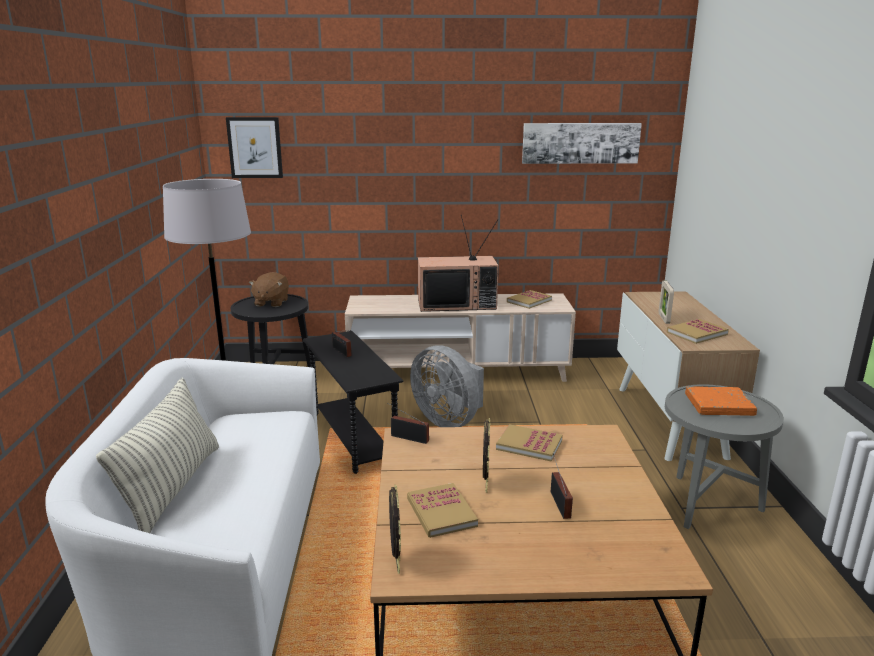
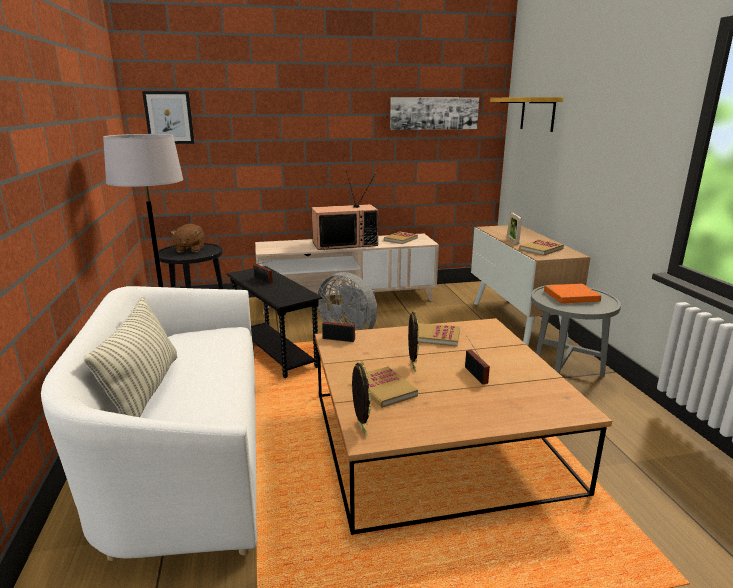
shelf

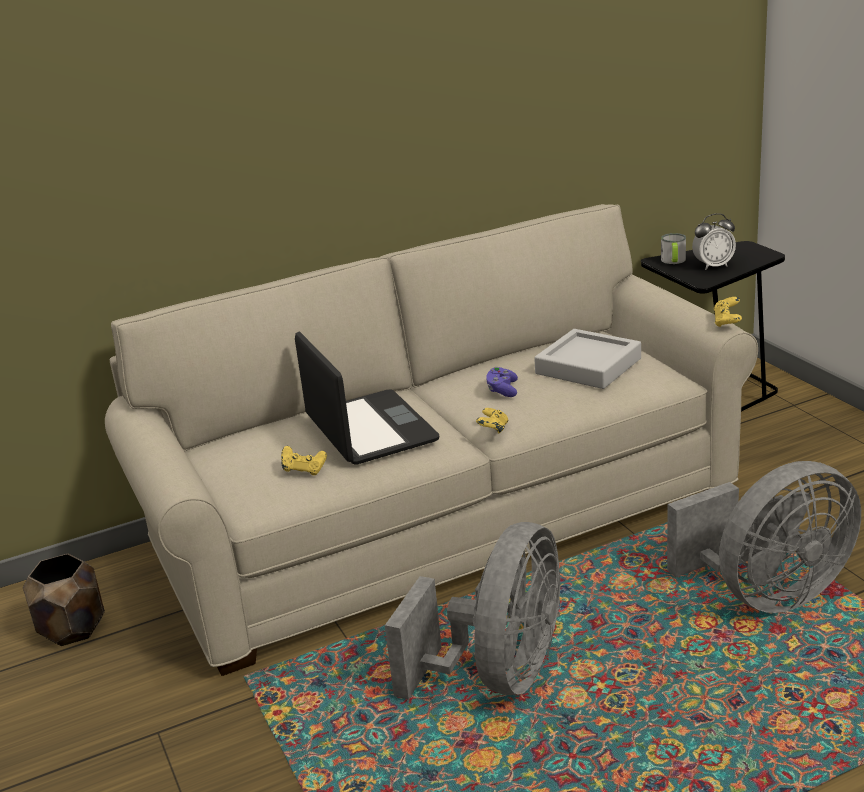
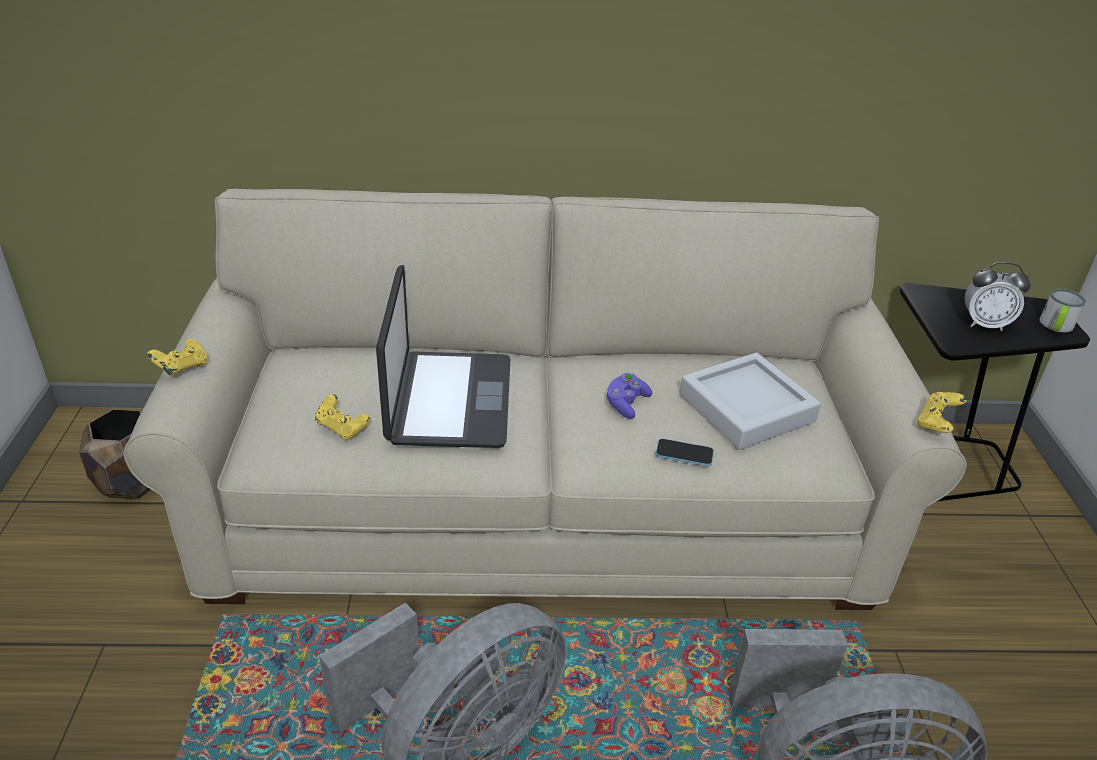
yellow game controller (no. 1 from left)
phone
mug

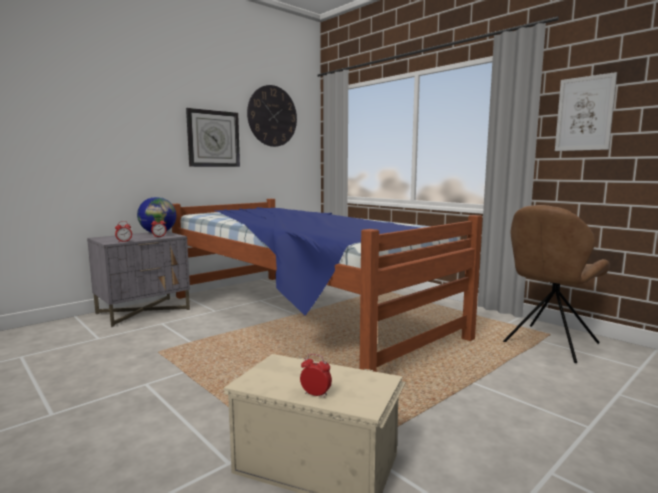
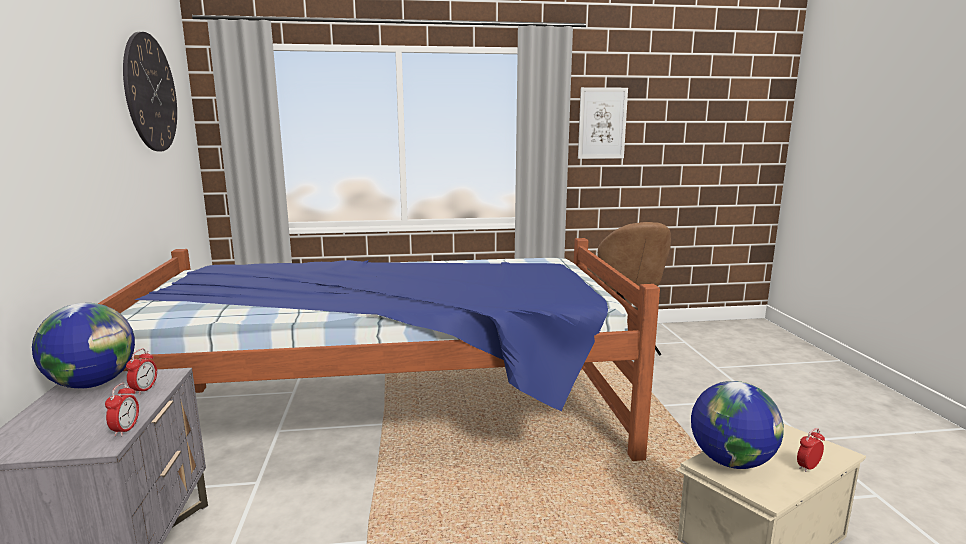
globe (no. 2 from left)
wall clock (no. 1 from left in the first image)

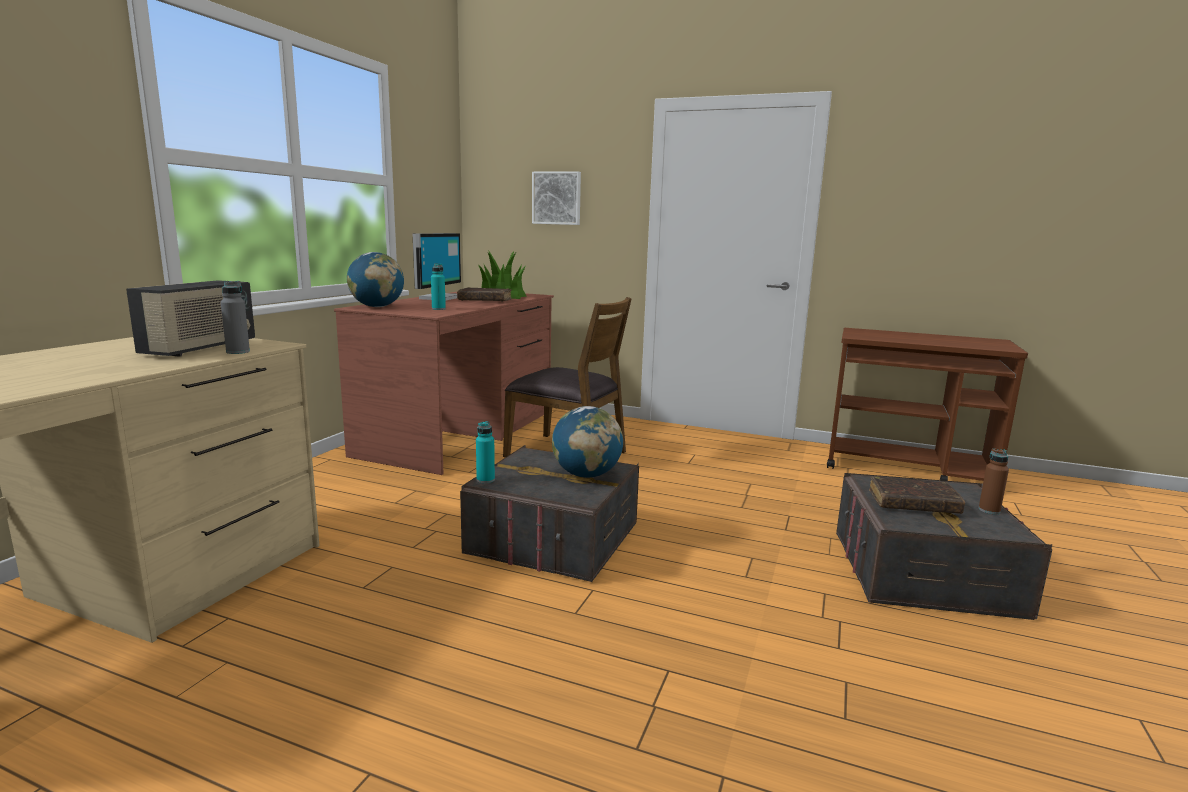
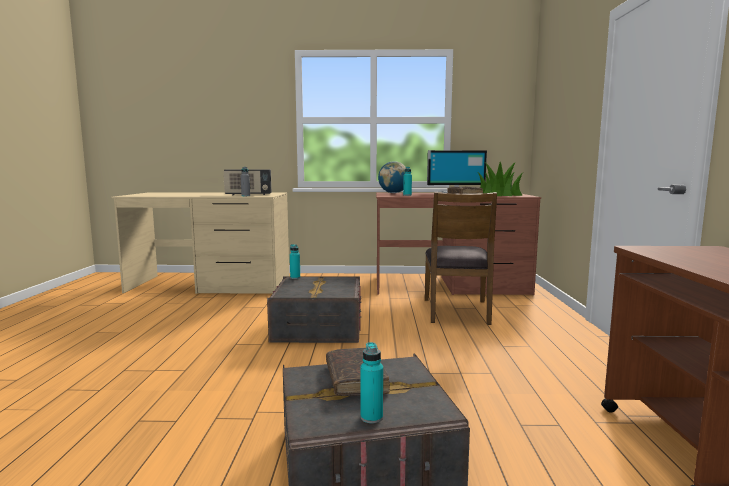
turquoise bottle (no. 2 from left)
picture
globe (no. 2 from left in the first image)

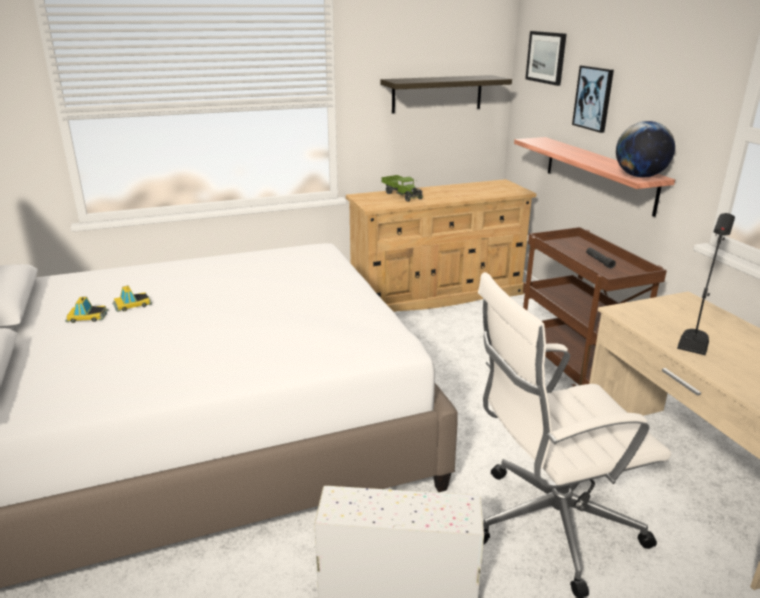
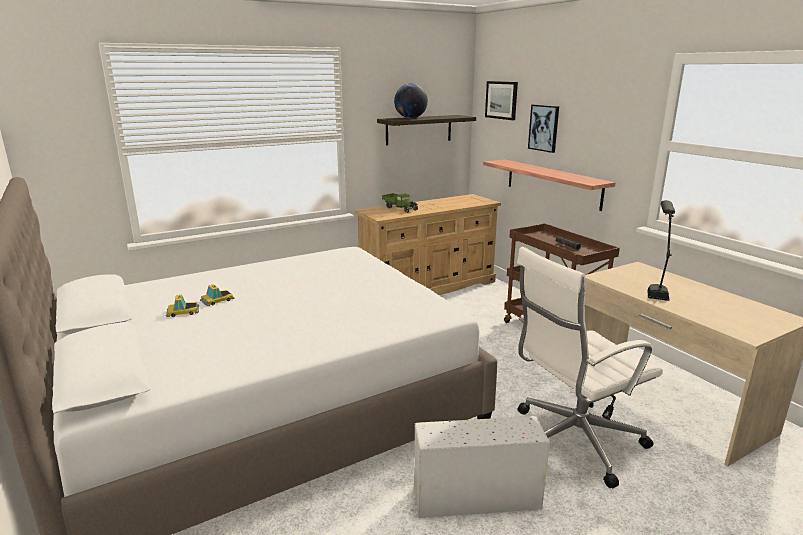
globe

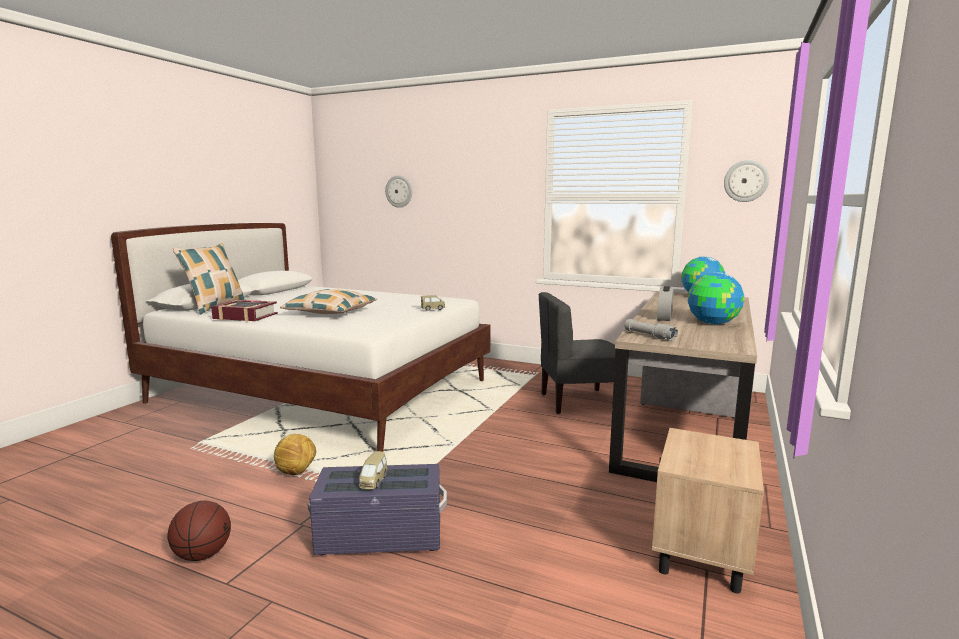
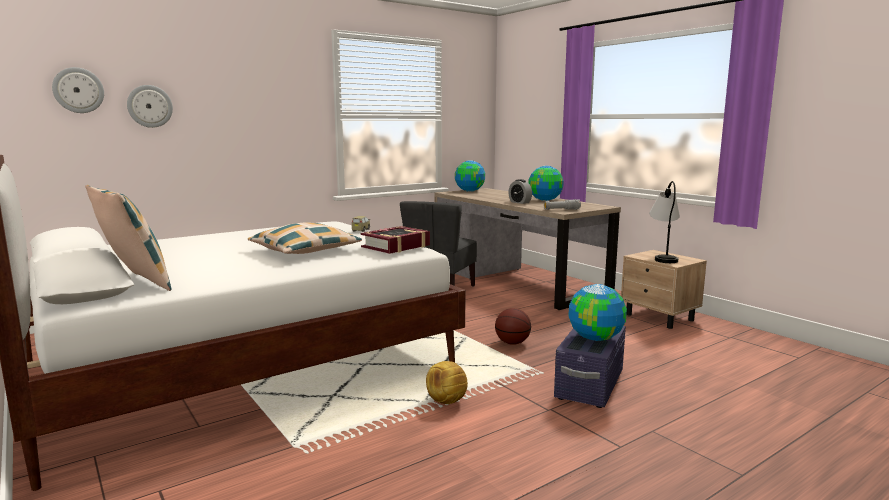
wall clock (no. 1 from left)
book
basketball
globe (no. 3 from left)
table lamp

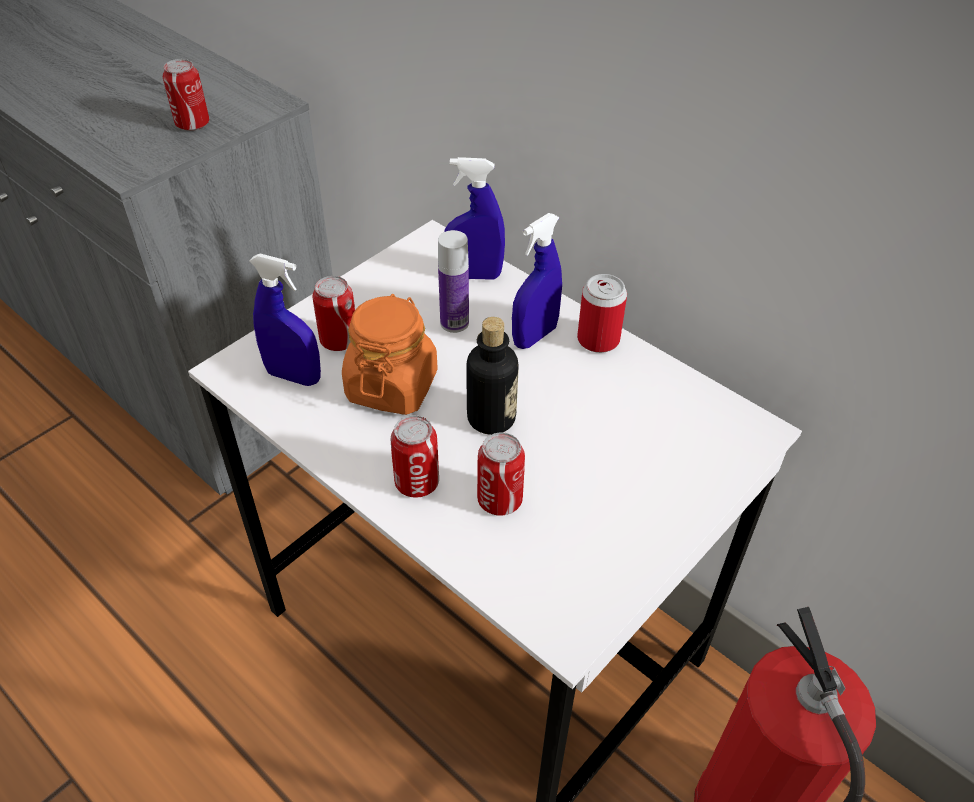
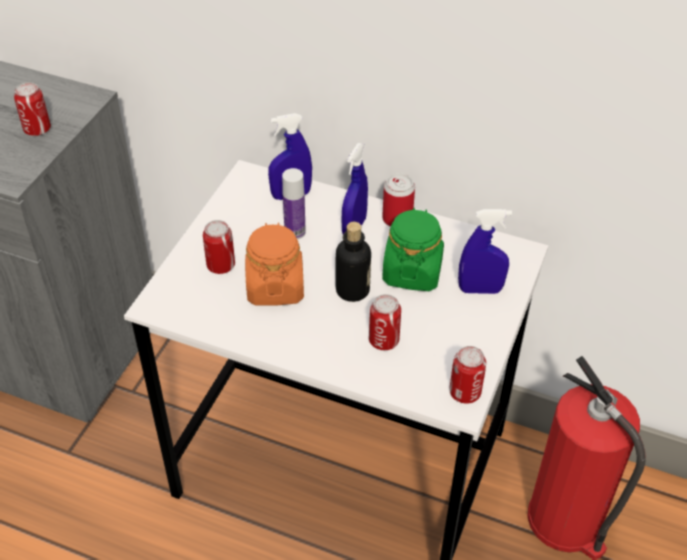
green jar
can (no. 5 from left)
blue spray bottle (no. 3 from left)

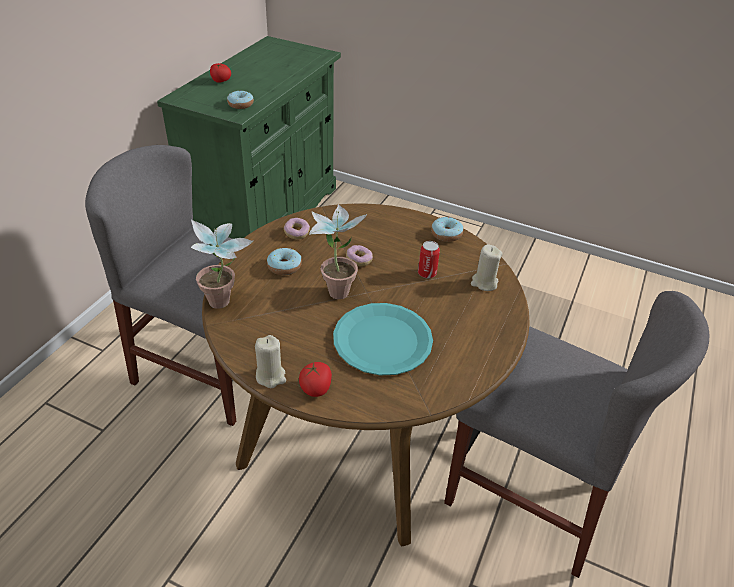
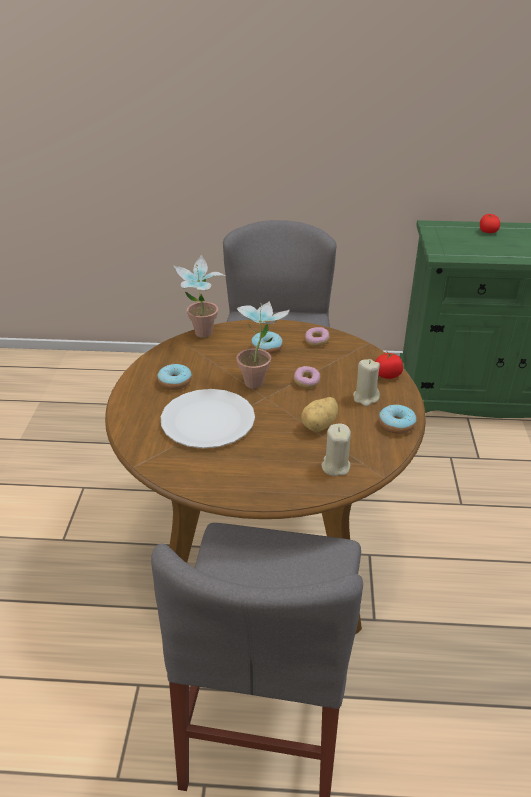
donut (no. 1 from left)
white plate
potato
beige candle (no. 2 from left)
tomato (no. 1 from left)

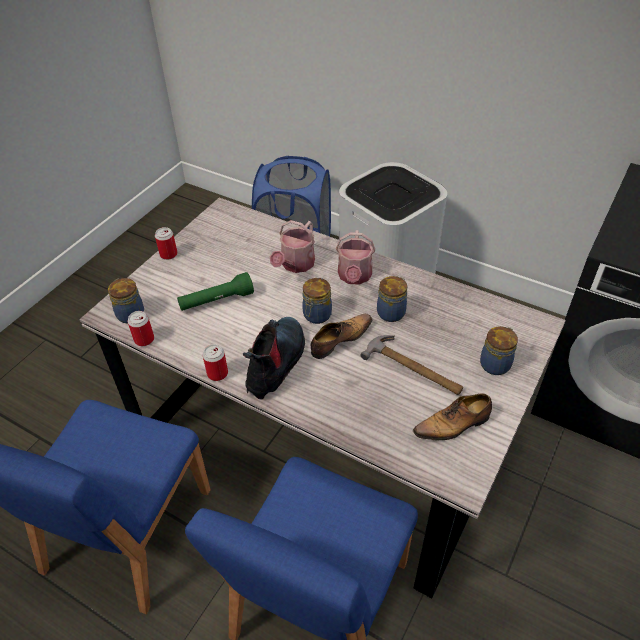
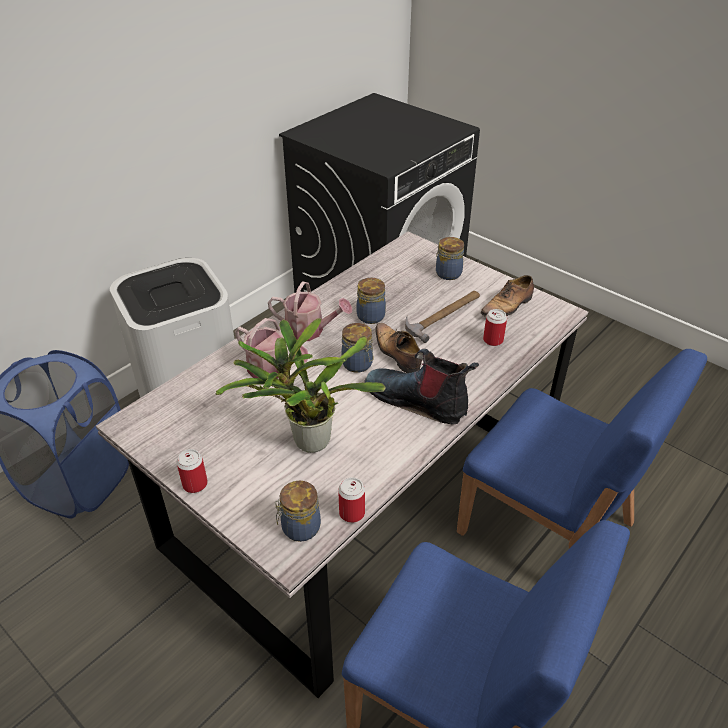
potted plant
shoe (no. 2 from left)
can (no. 3 from left)

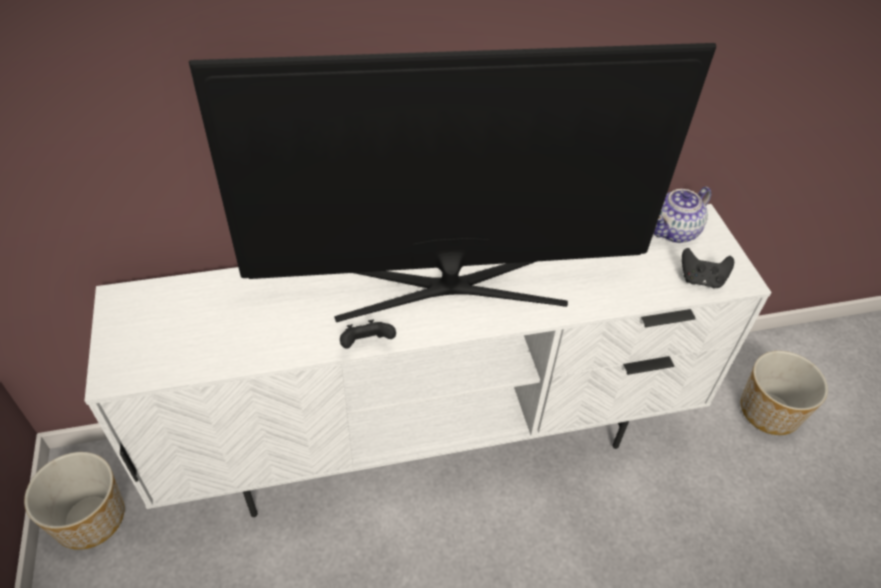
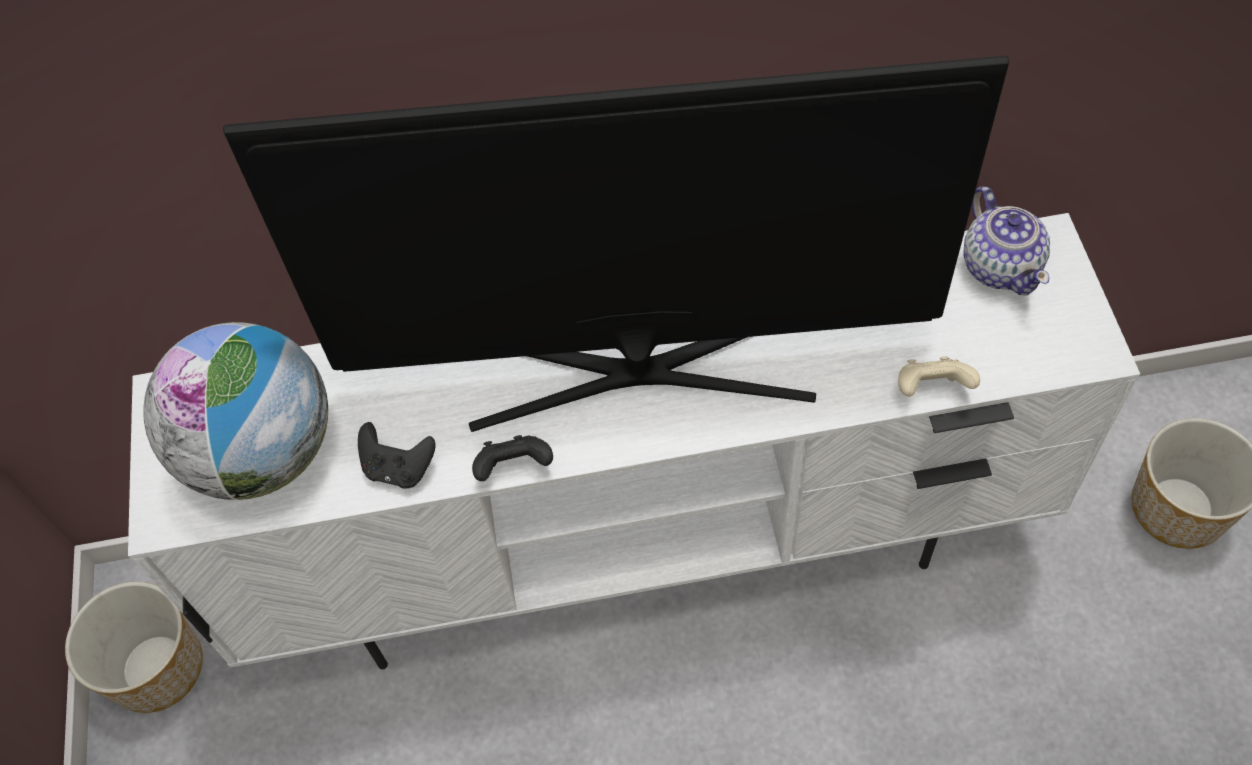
globe
black game controller (no. 1 from left)
beige game controller
teapot

